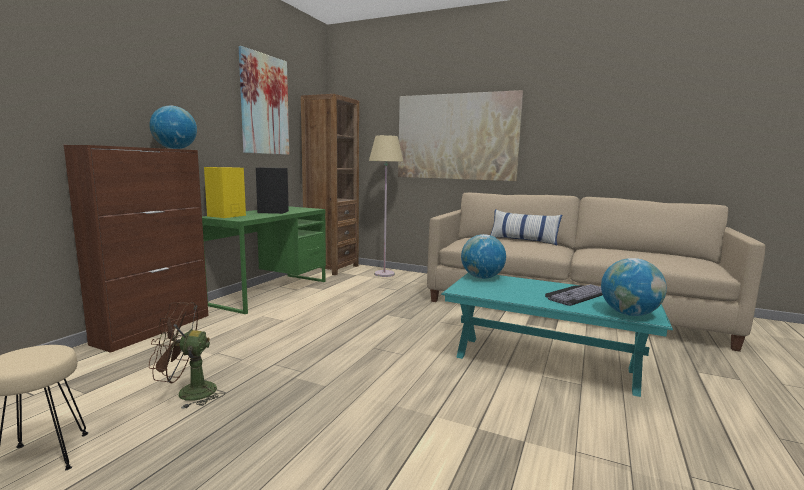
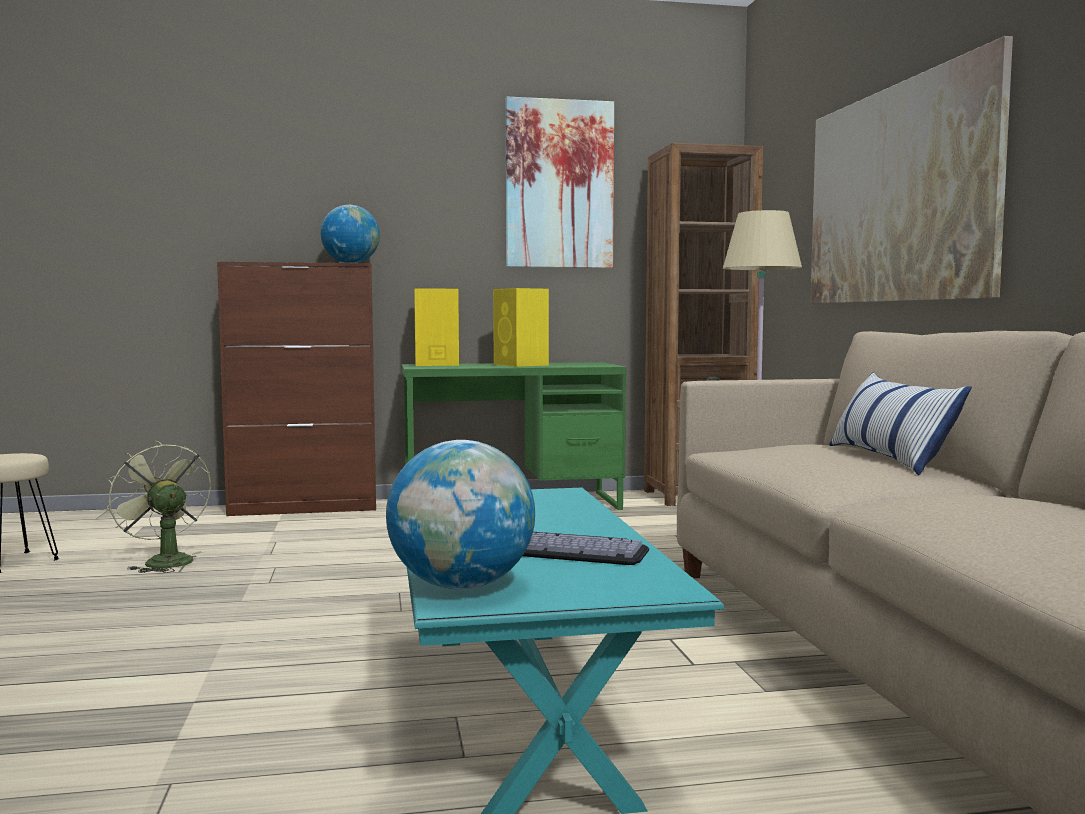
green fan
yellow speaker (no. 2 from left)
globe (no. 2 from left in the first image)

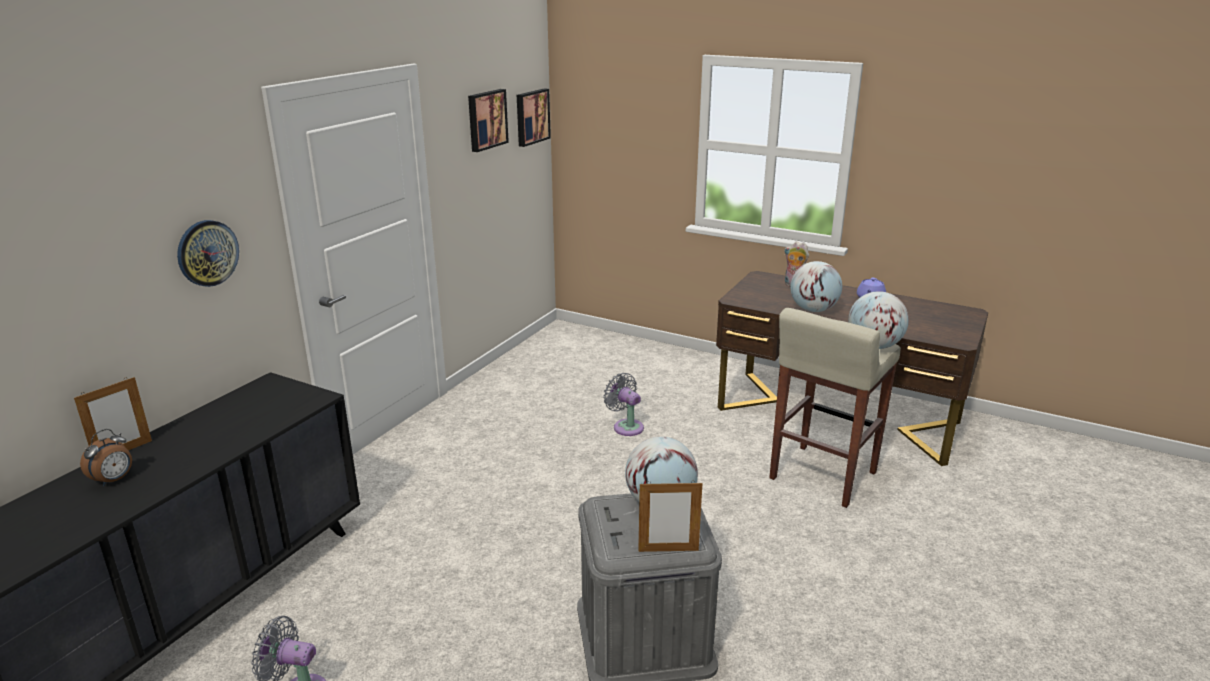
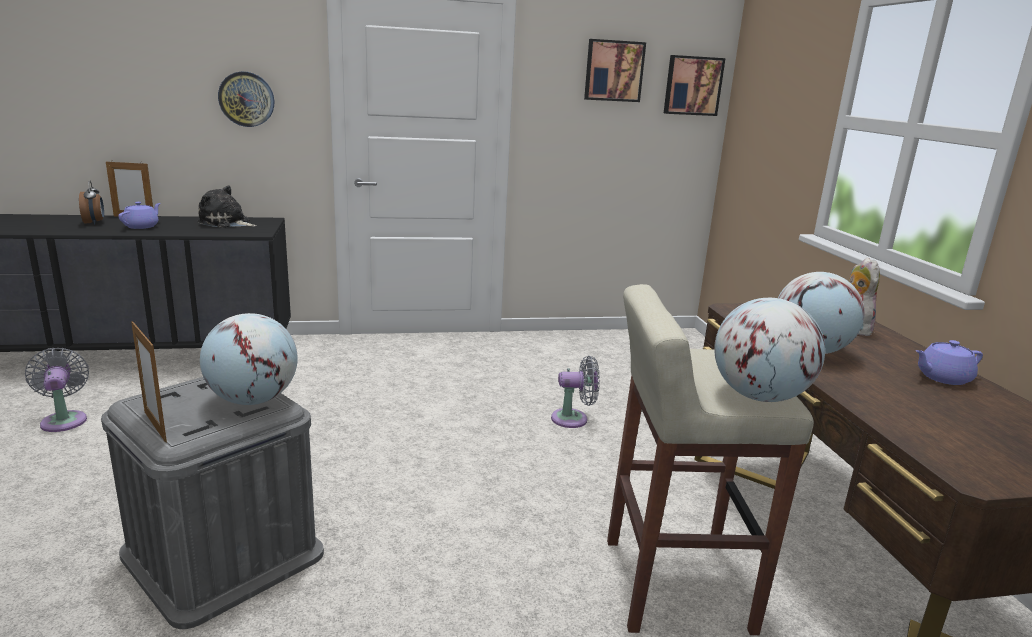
alarm clock
purple teapot (no. 1 from left)
plush toy (no. 1 from left)
grey fan (no. 2 from left)

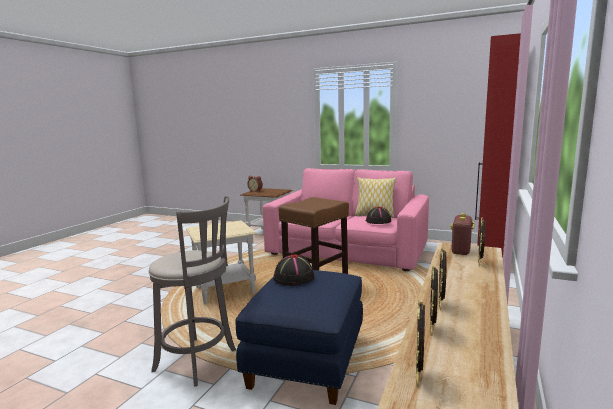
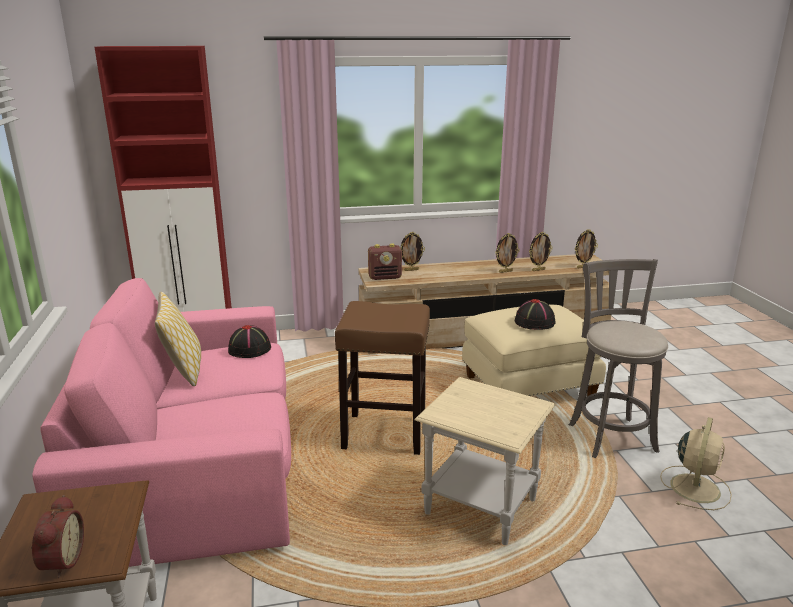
beige ottoman
beige fan

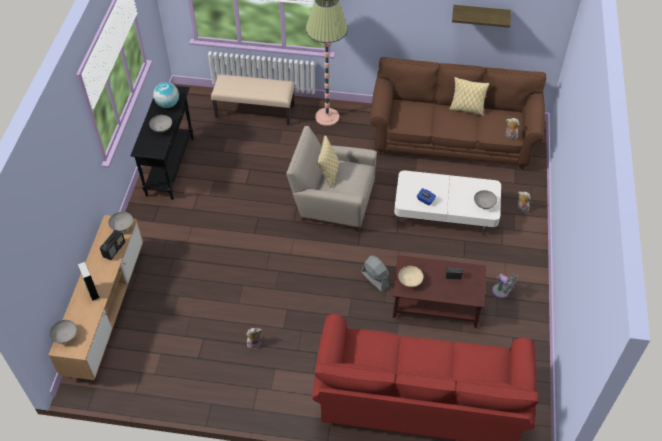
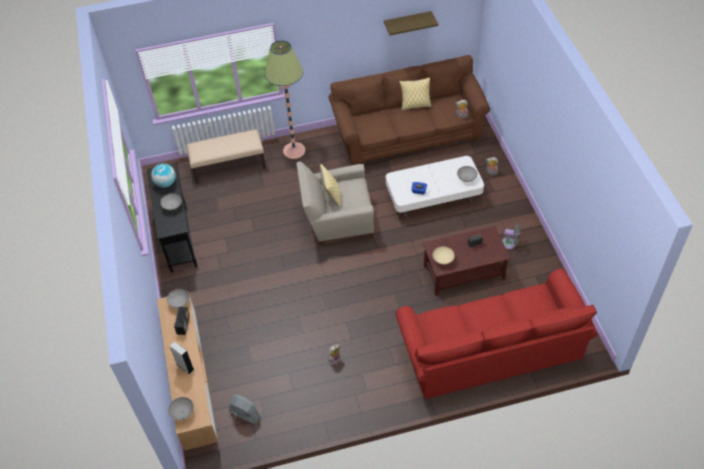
grey fan (no. 1 from left)

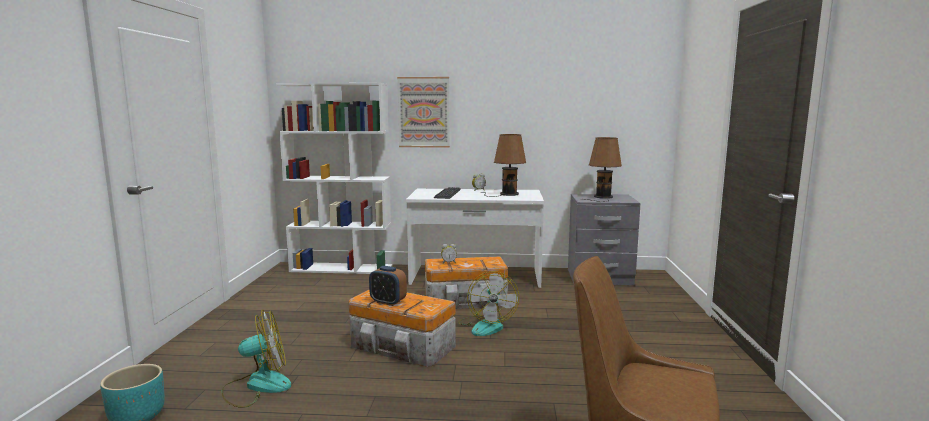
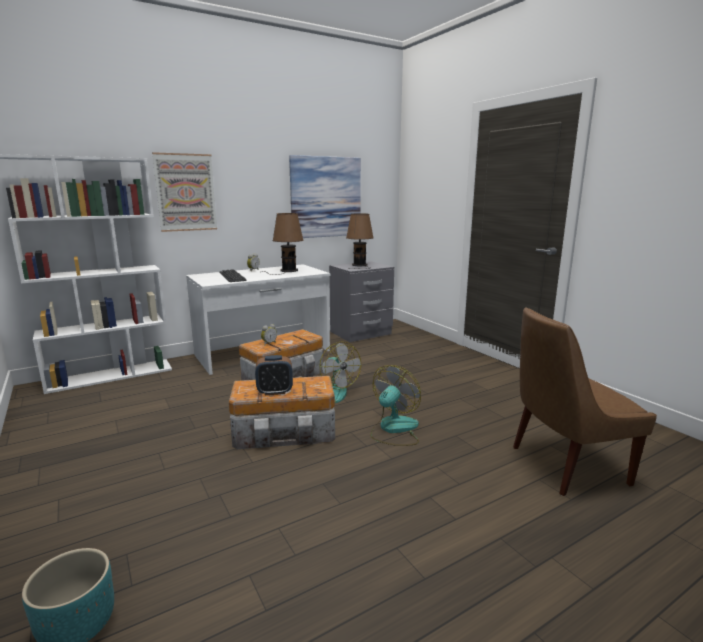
picture (no. 2 from left)
fan (no. 2 from left)

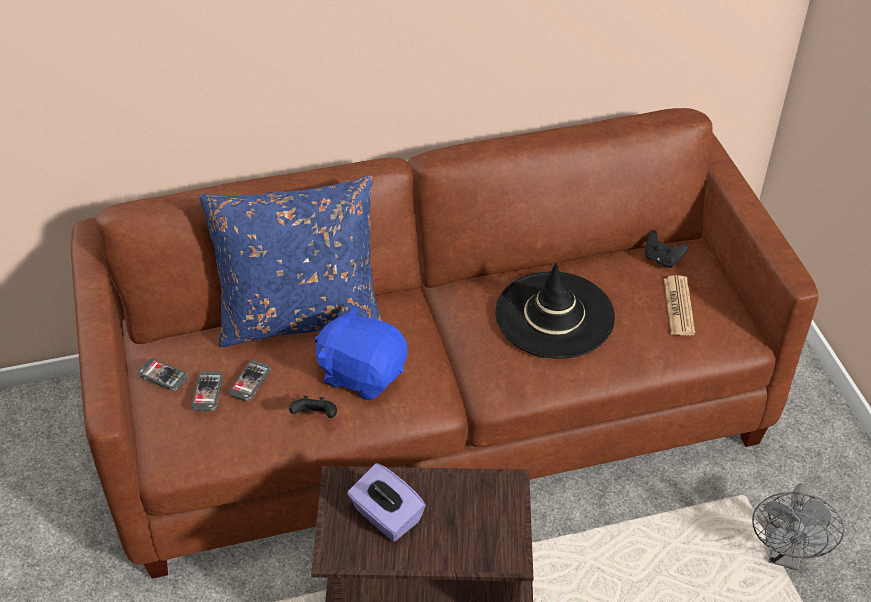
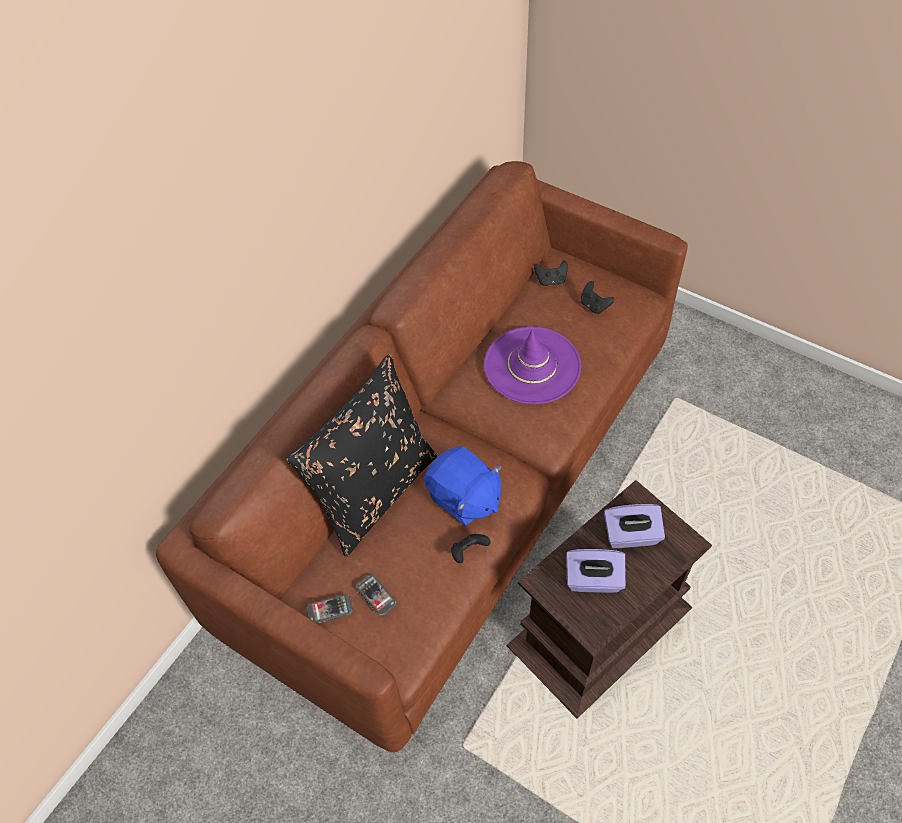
black pillow
blue plush toy
purple hat
black game controller (no. 3 from left)
purple tissue box (no. 2 from left)
phone (no. 3 from left in the first image)
grey fan

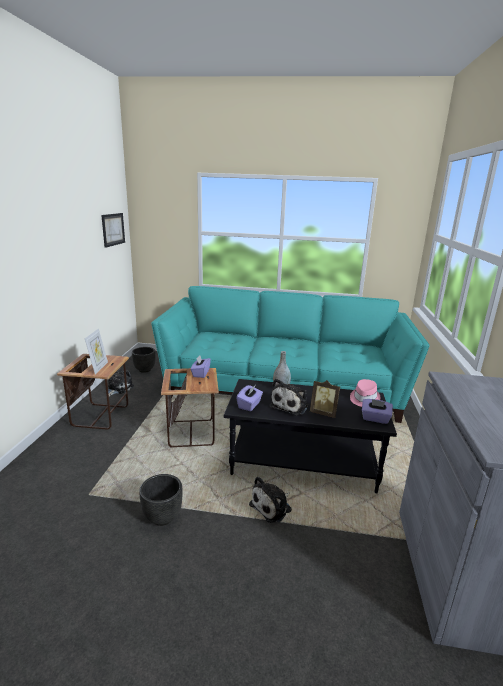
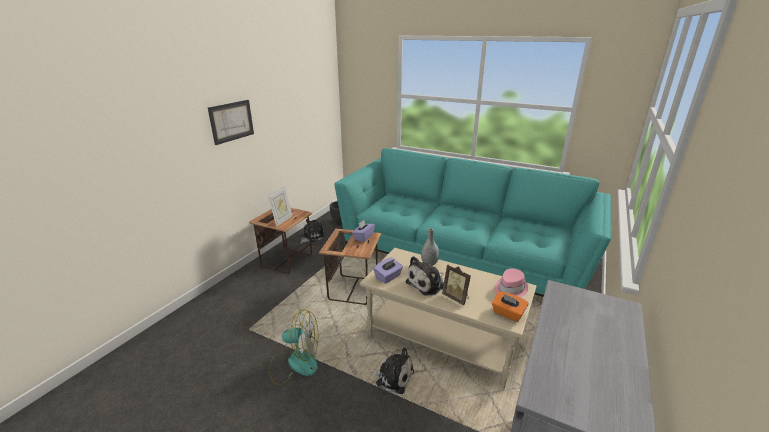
picture
fan
beige coffee table
plush toy (no. 2 from left)
orange tissue box

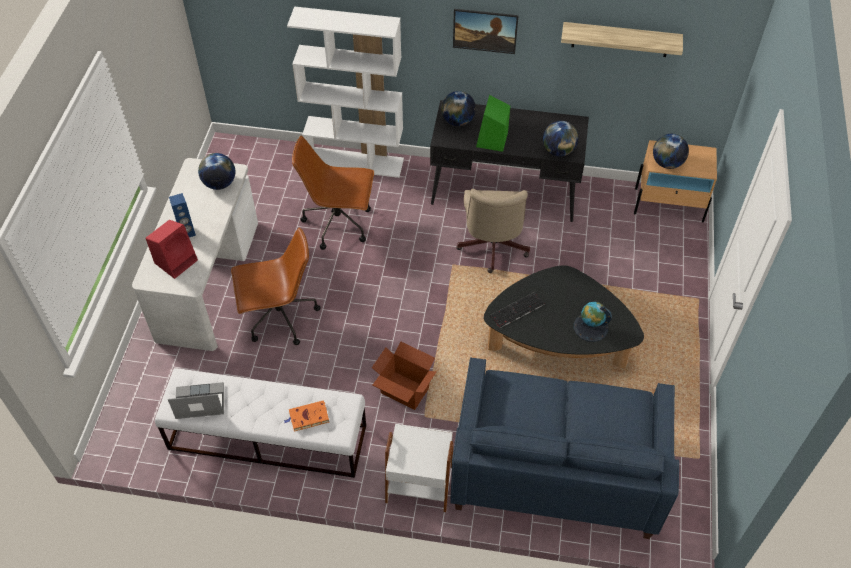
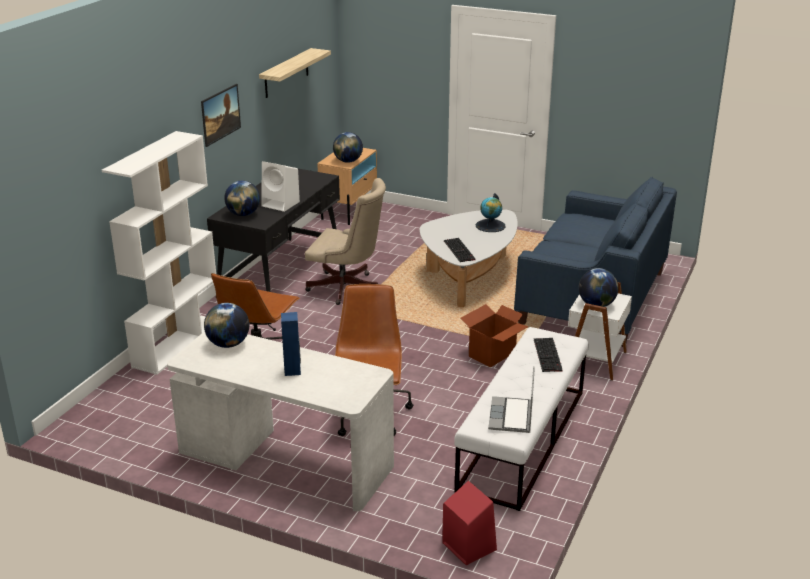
white speaker
white coffee table
red speaker
keyboard (no. 2 from left)
globe (no. 5 from left)

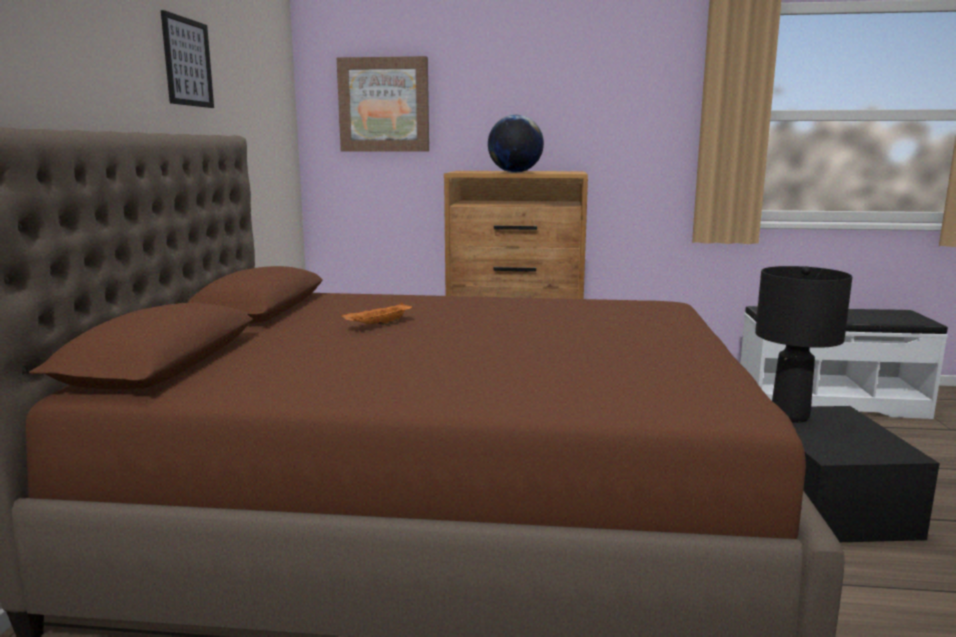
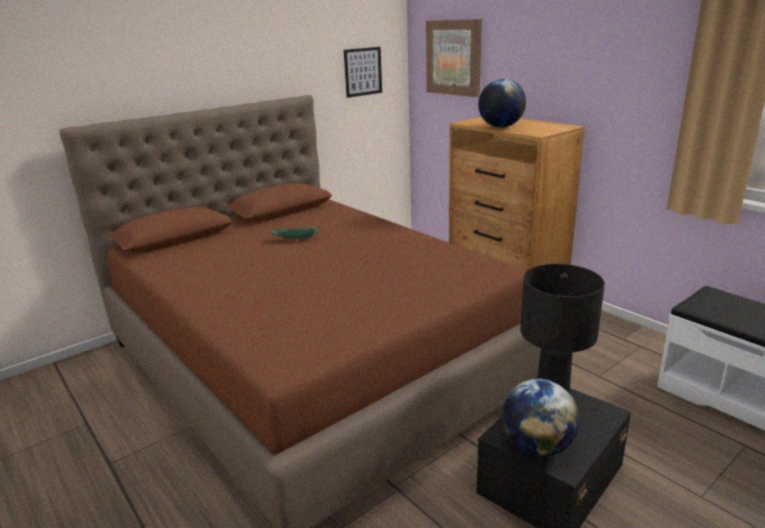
green tray
picture (no. 1 from left)
globe (no. 2 from left)

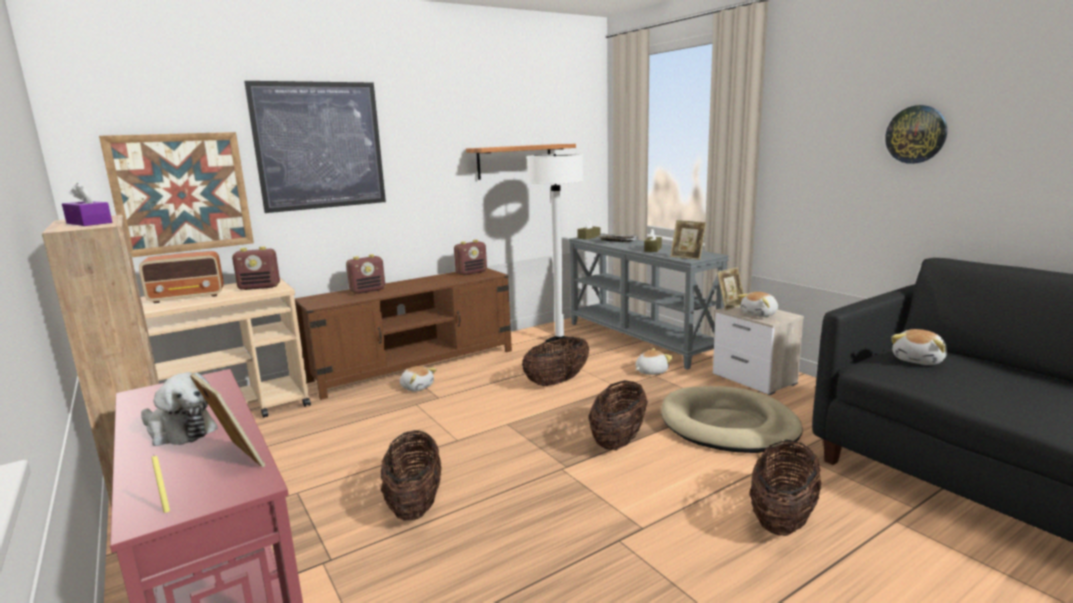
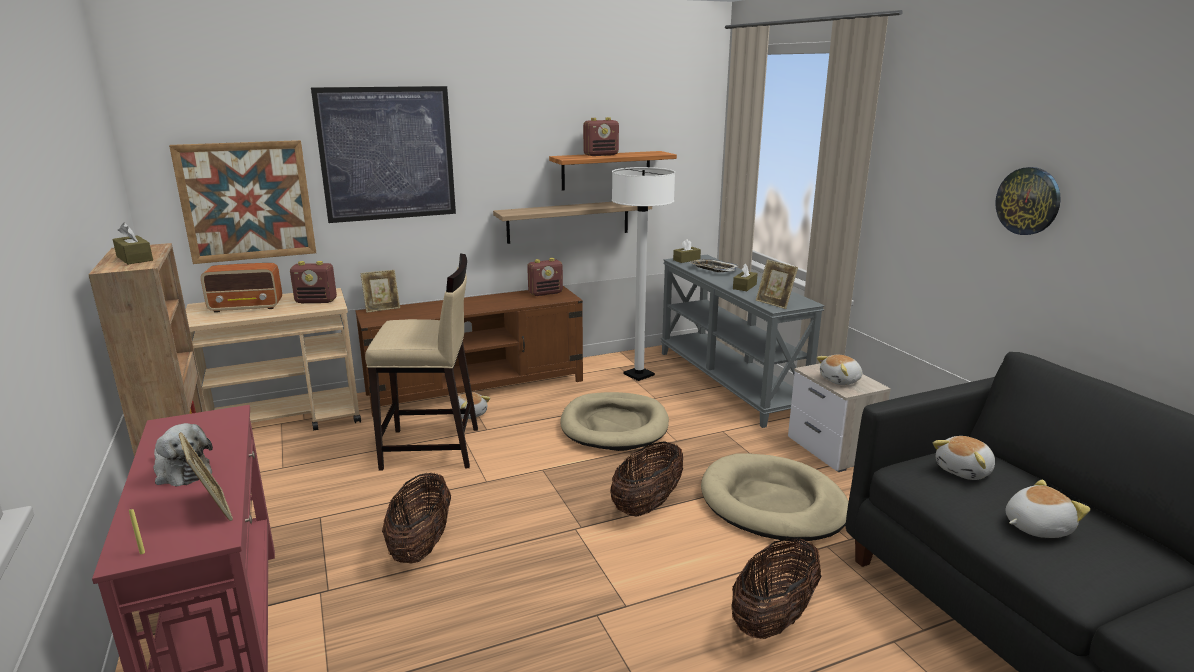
brown tissue box (no. 1 from left)
picture frame (no. 2 from left)
beige stool
shelf (no. 1 from left)
beige dog bed (no. 1 from left)
radio (no. 4 from left)
plush toy (no. 5 from left)

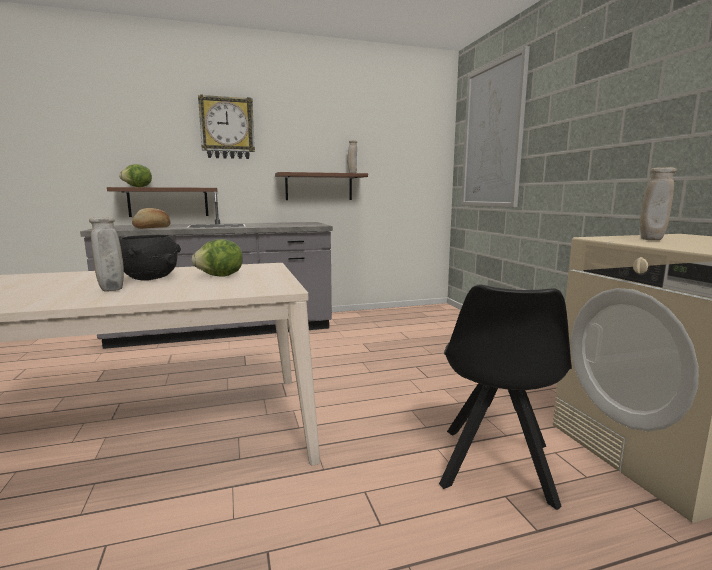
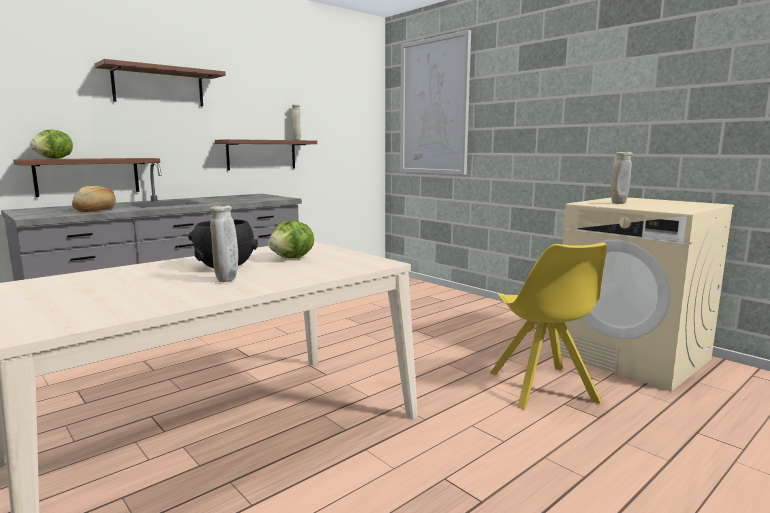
brown shelf (no. 2 from left)
yellow chair

